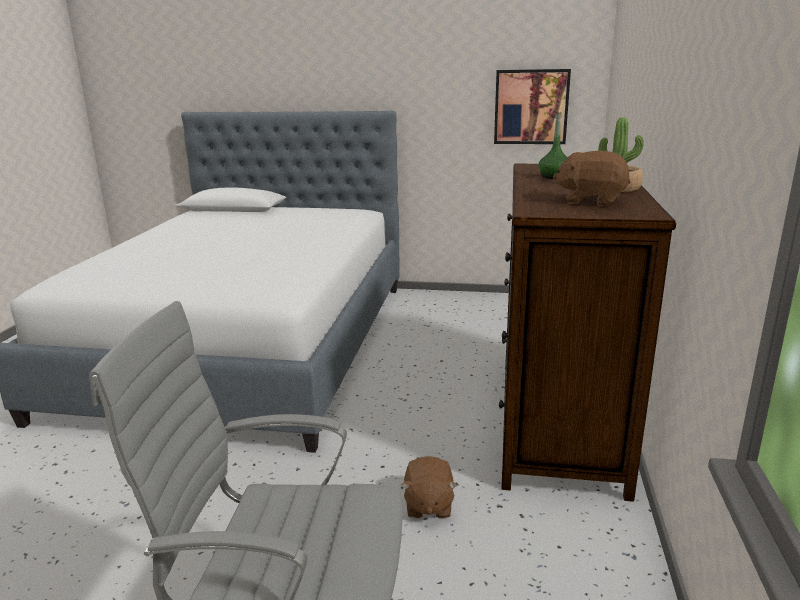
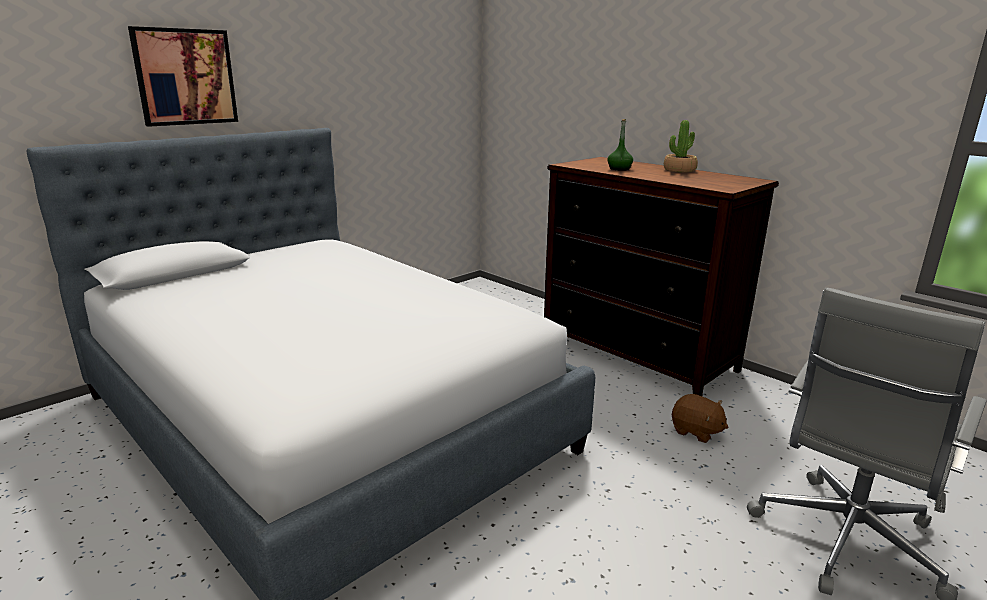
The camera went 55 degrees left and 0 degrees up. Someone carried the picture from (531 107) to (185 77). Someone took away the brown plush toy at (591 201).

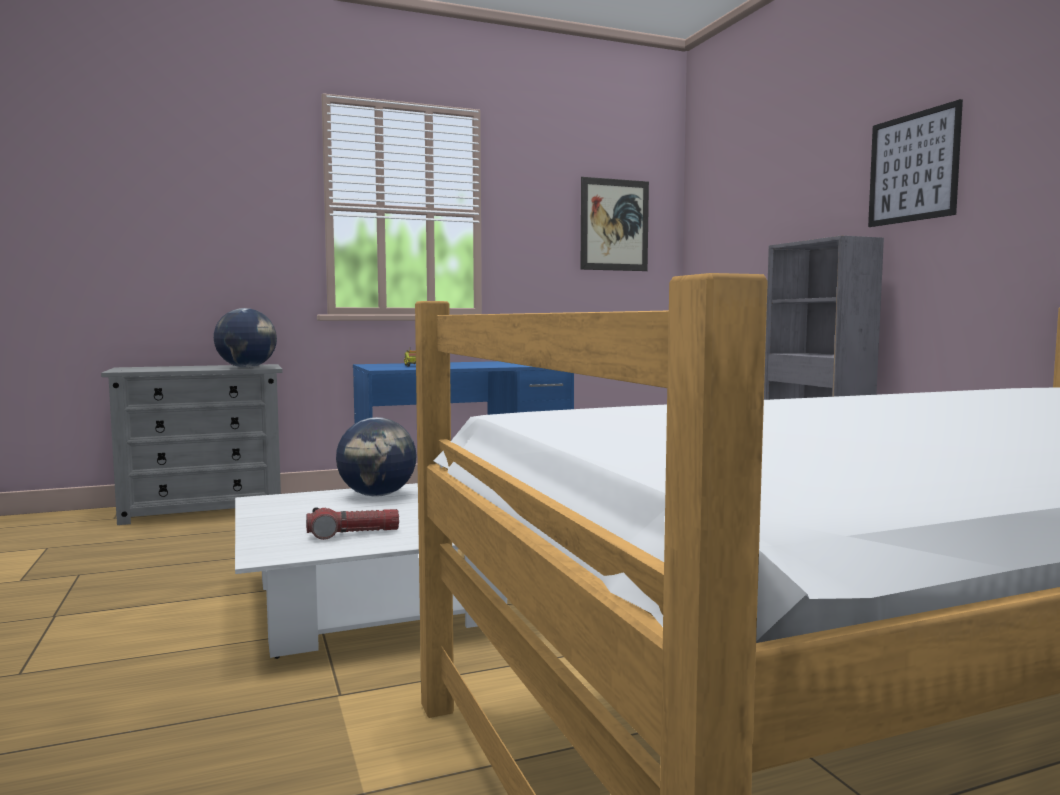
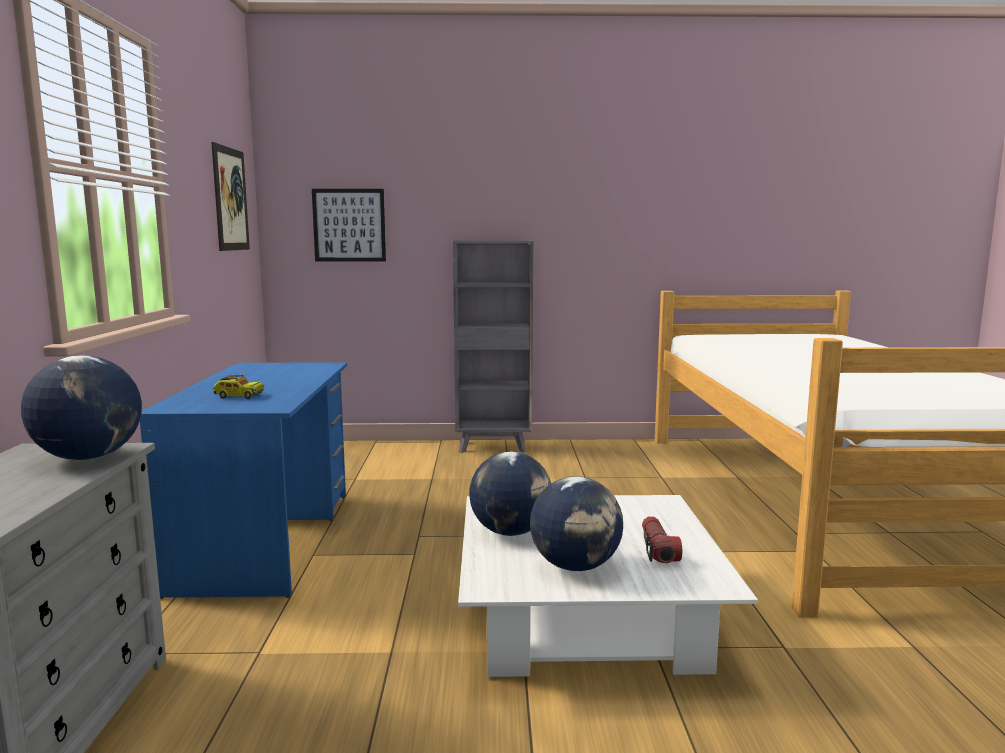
The camera went 70 degrees left and 5 degrees up. Someone carried the picture from (913 167) to (349 225). Someone put down the globe at (576 566).

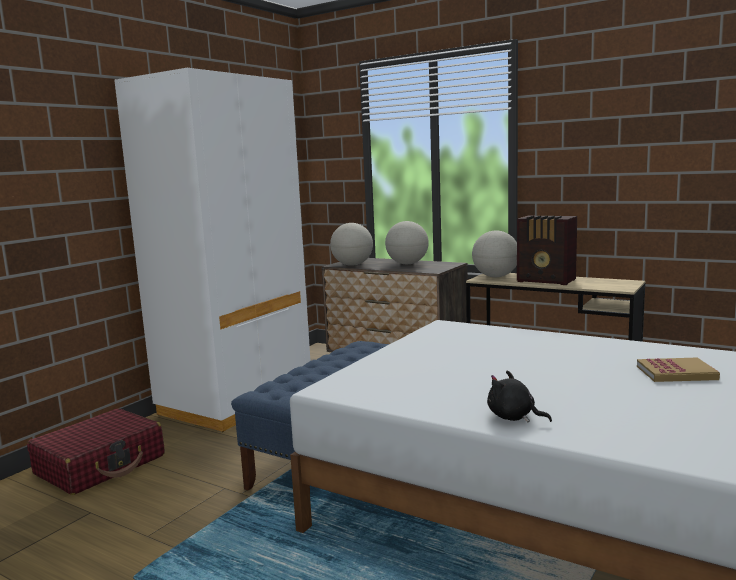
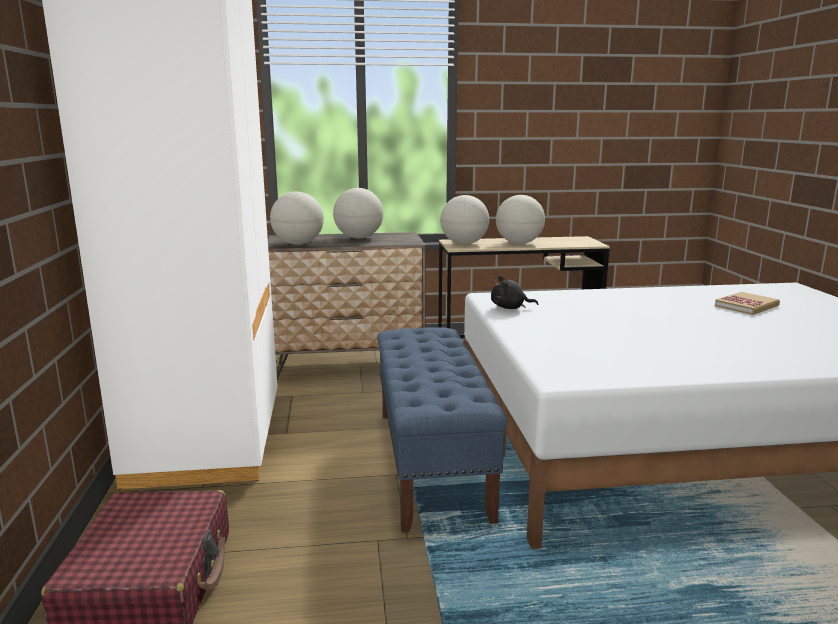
The camera went 40 degrees left and 5 degrees up. Someone swapped the radio at (547 281) for the globe at (519 243). Someone carried the black plush toy from (513 417) to (510 308).

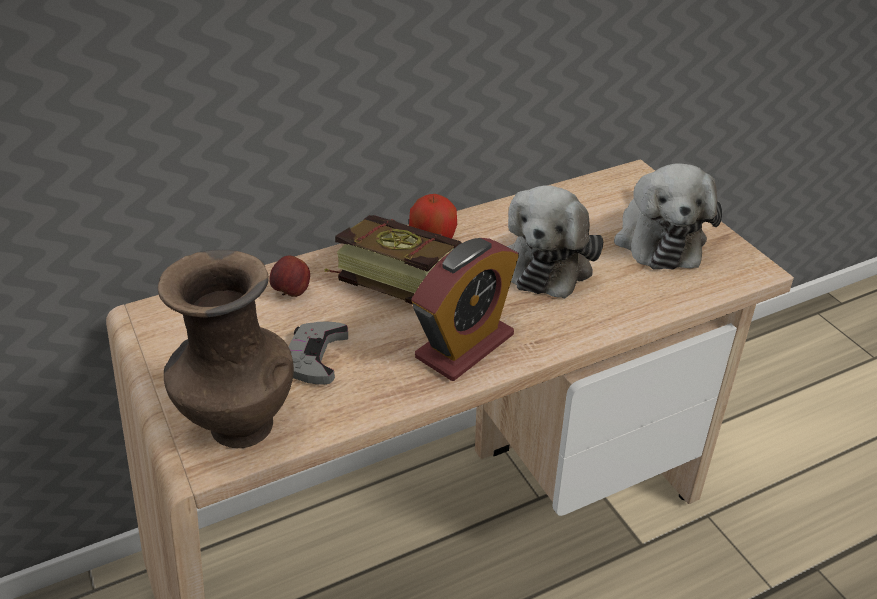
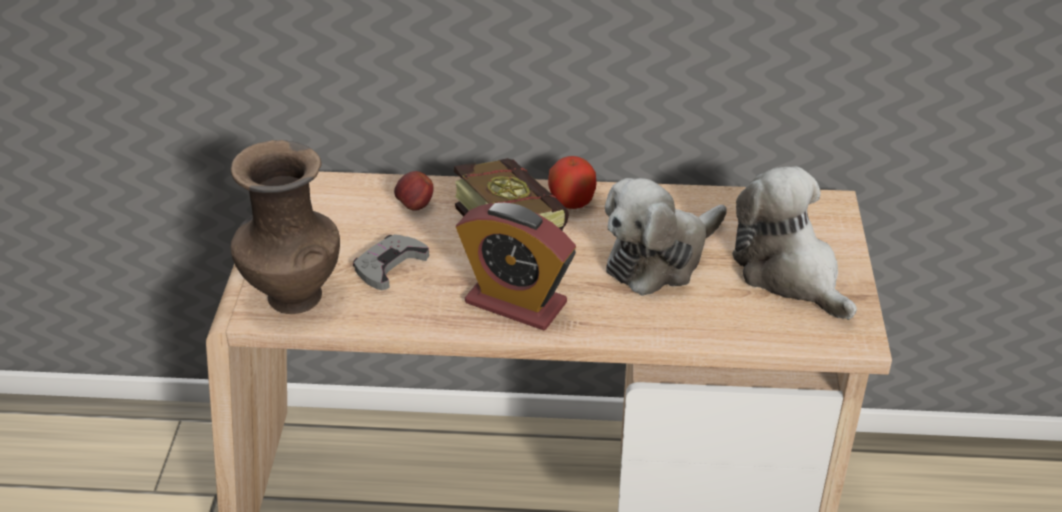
The camera went 30 degrees right and 0 degrees up. Someone rotated the plush toy at (658 237) by 120 degrees clockwise. Someone rotated the alarm clock at (464 346) by 45 degrees clockwise.

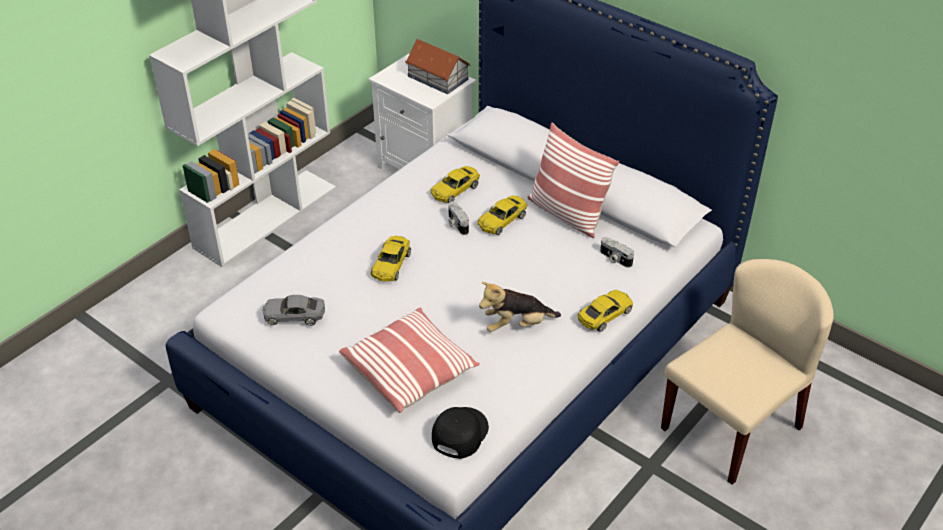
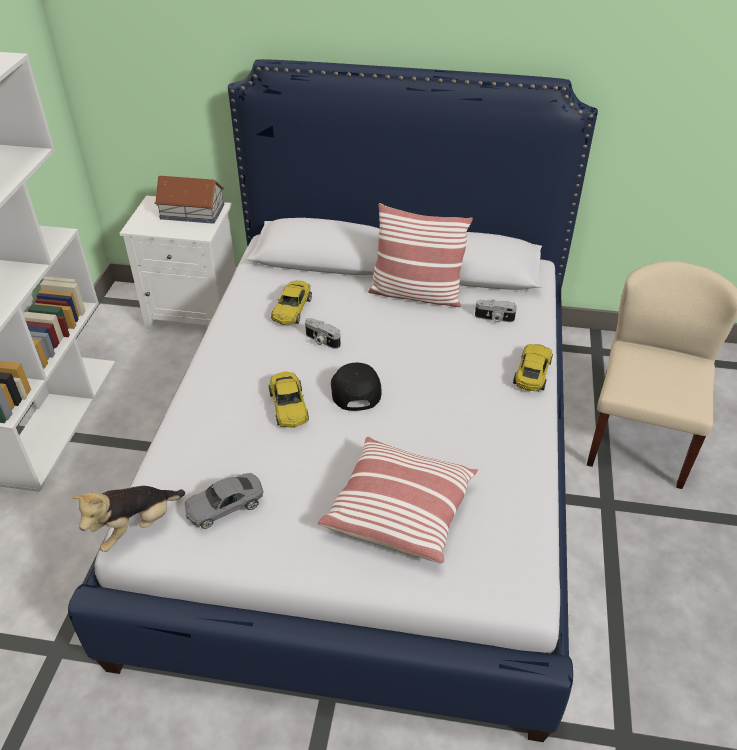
The camera went 30 degrees left and 0 degrees up. Someone took away the yellow toy car at (502 220). Someone carried the plush toy from (516 325) to (136 527). Someone carried the black cap from (459 433) to (354 389).

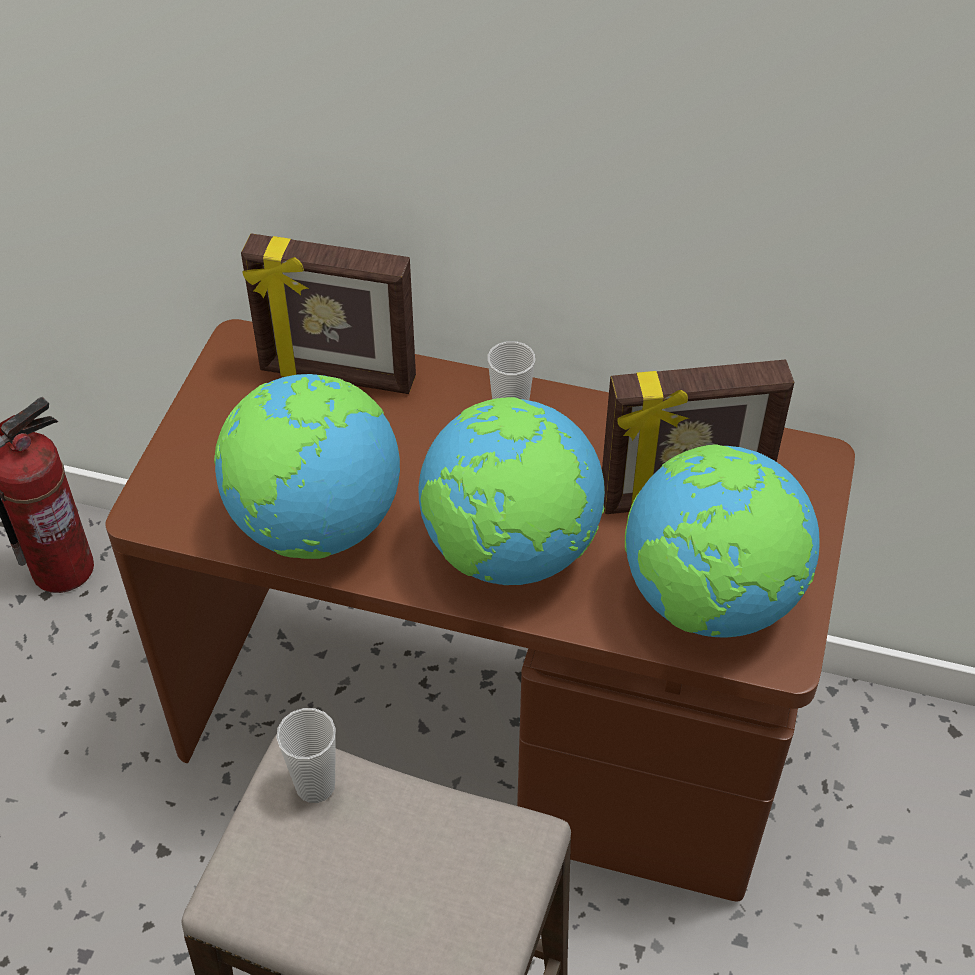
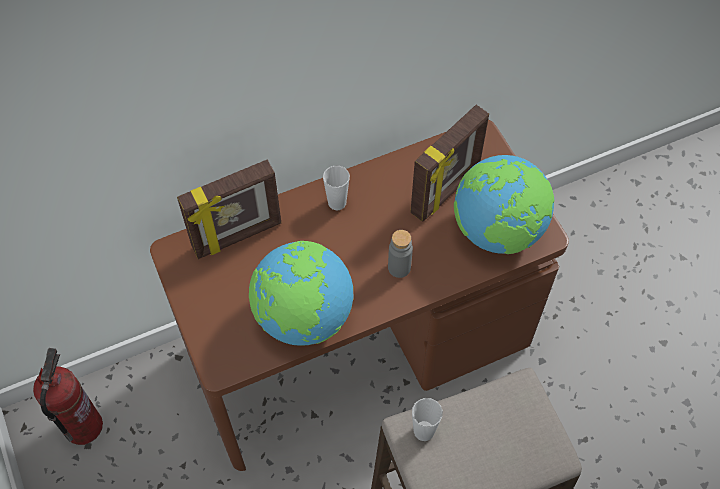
The camera went 40 degrees left and 10 degrees up. Someone swapped the globe at (509 551) for the grey bottle at (399 268).

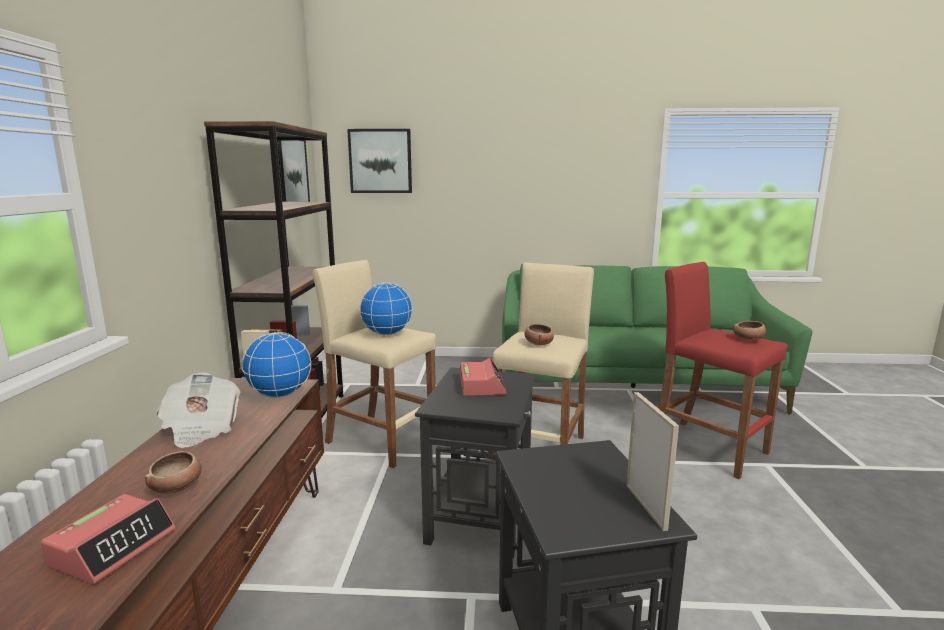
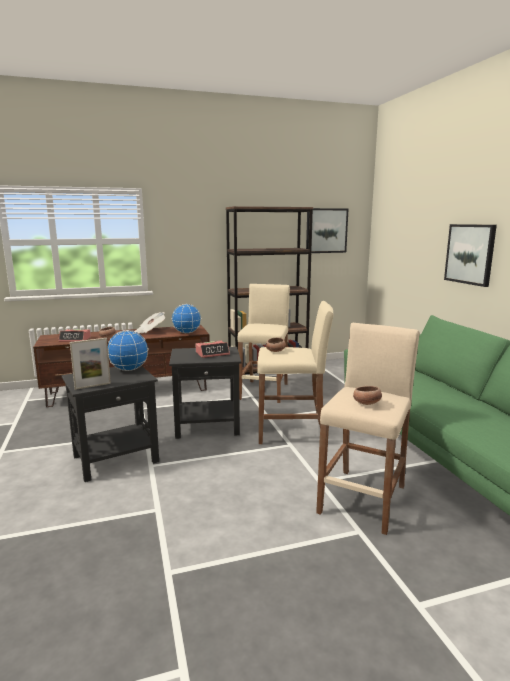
The camera went 70 degrees right and 0 degrees up. Someone carried the picture from (380 161) to (470 254). Someone repainted the red stool at (707 448), which became the beige stool at (363 499). Someone carried the globe from (387 334) to (128 369).

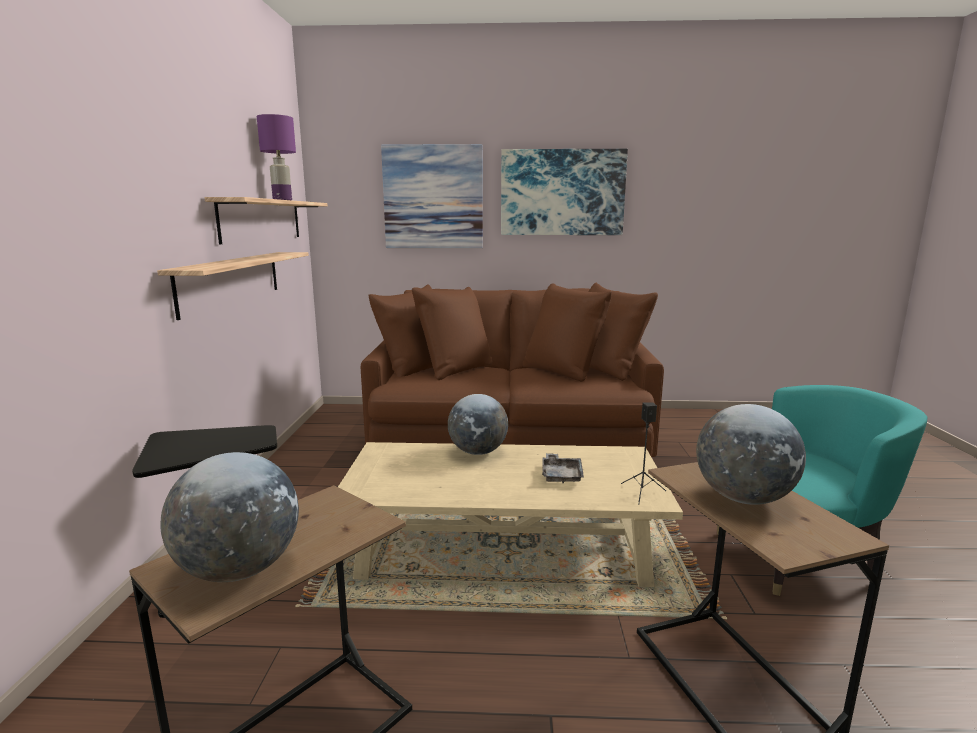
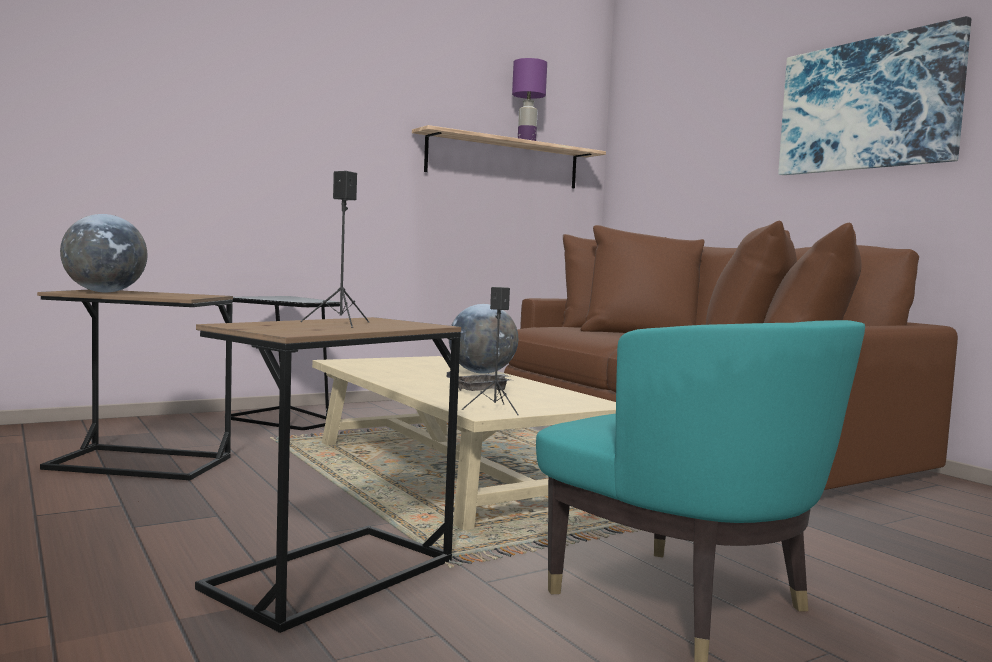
The camera went 55 degrees right and 10 degrees down. Someone took away the picture at (433 197). Someone took away the shelf at (232 281). Someone swapped the globe at (743 498) for the black speaker at (341 324).

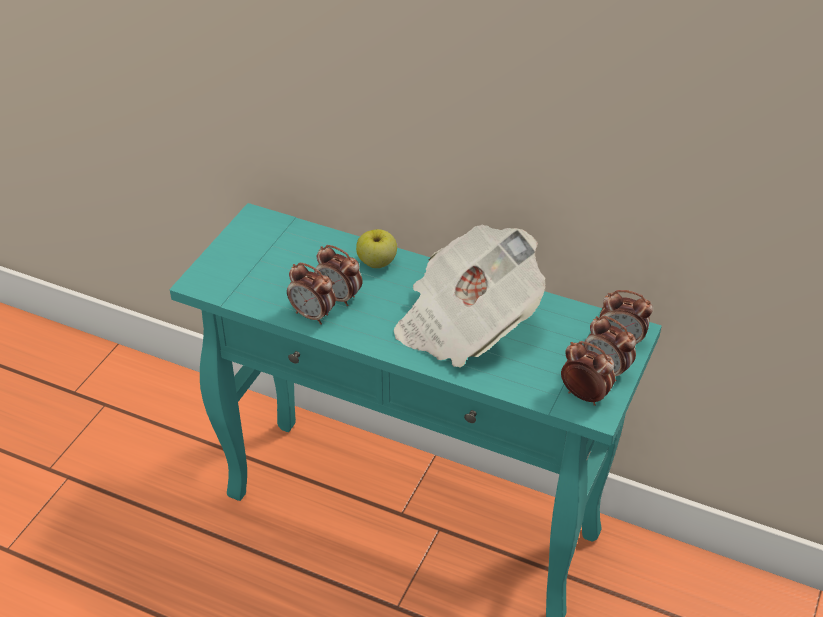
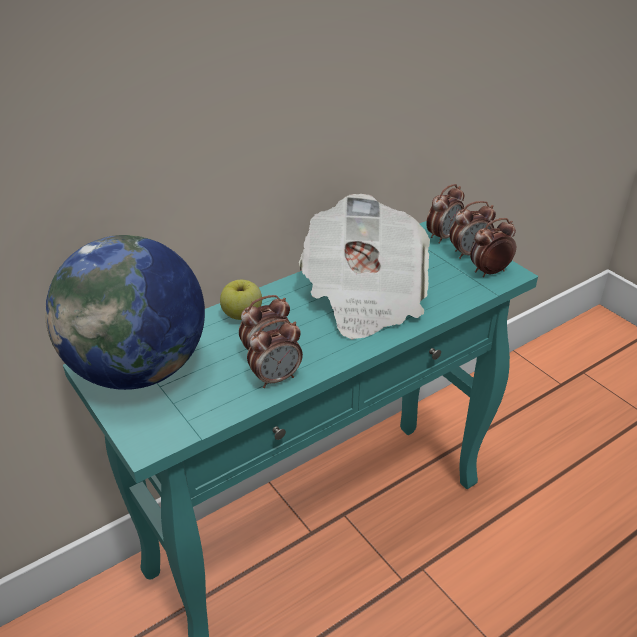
The camera went 60 degrees left and 5 degrees down. Someone put down the globe at (138 369).

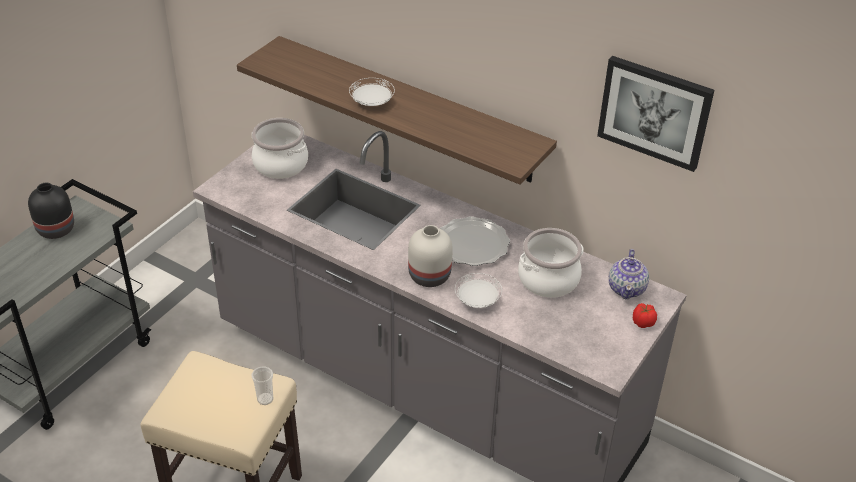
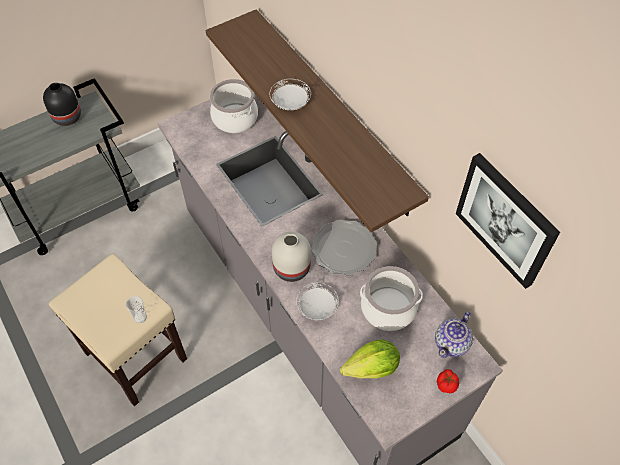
The camera went 25 degrees right and 15 degrees up. Someone put down the lettuce at (372 368).

